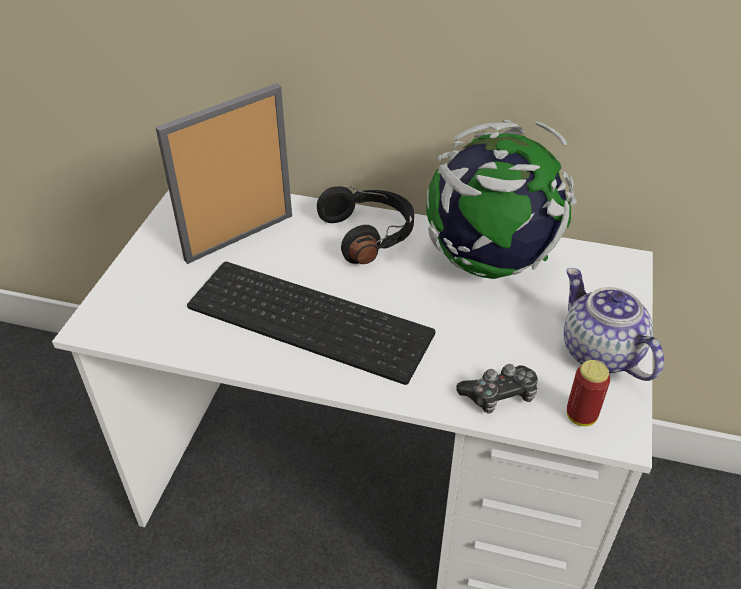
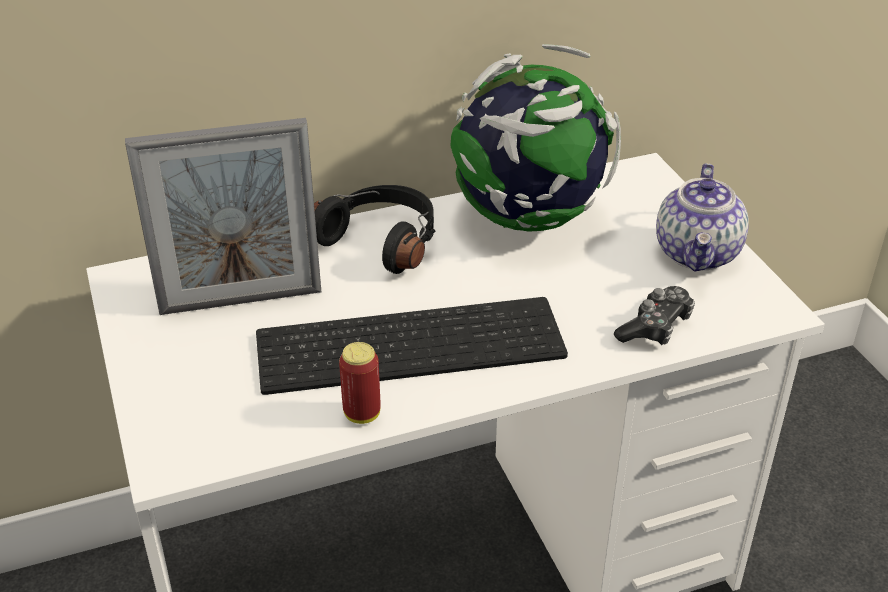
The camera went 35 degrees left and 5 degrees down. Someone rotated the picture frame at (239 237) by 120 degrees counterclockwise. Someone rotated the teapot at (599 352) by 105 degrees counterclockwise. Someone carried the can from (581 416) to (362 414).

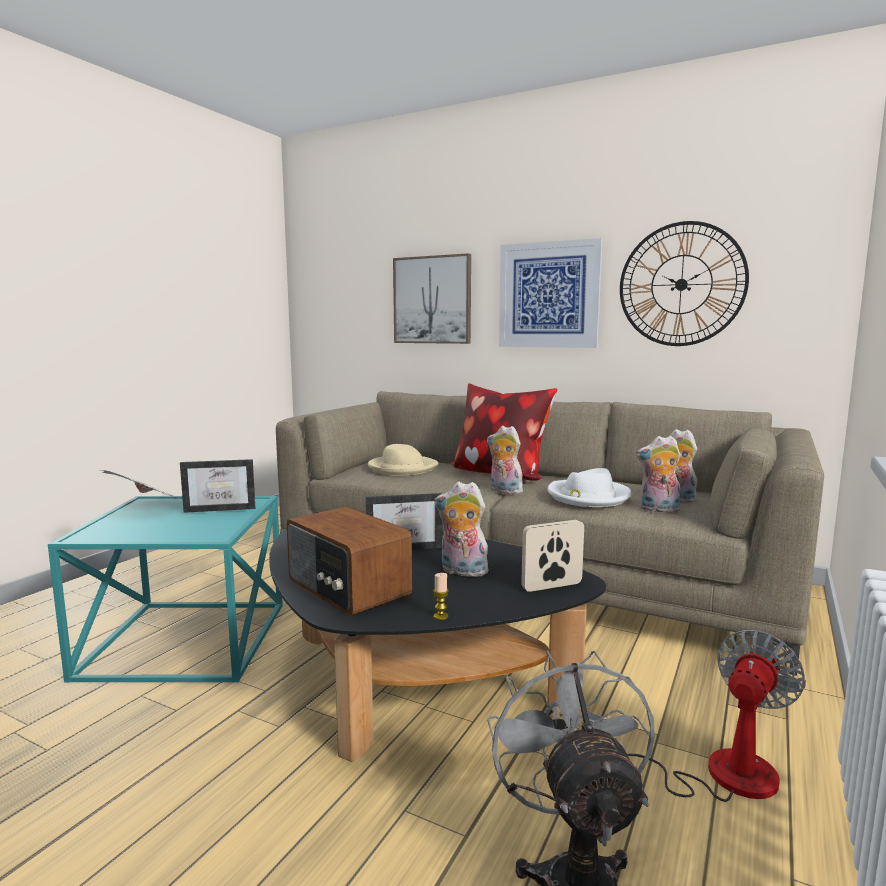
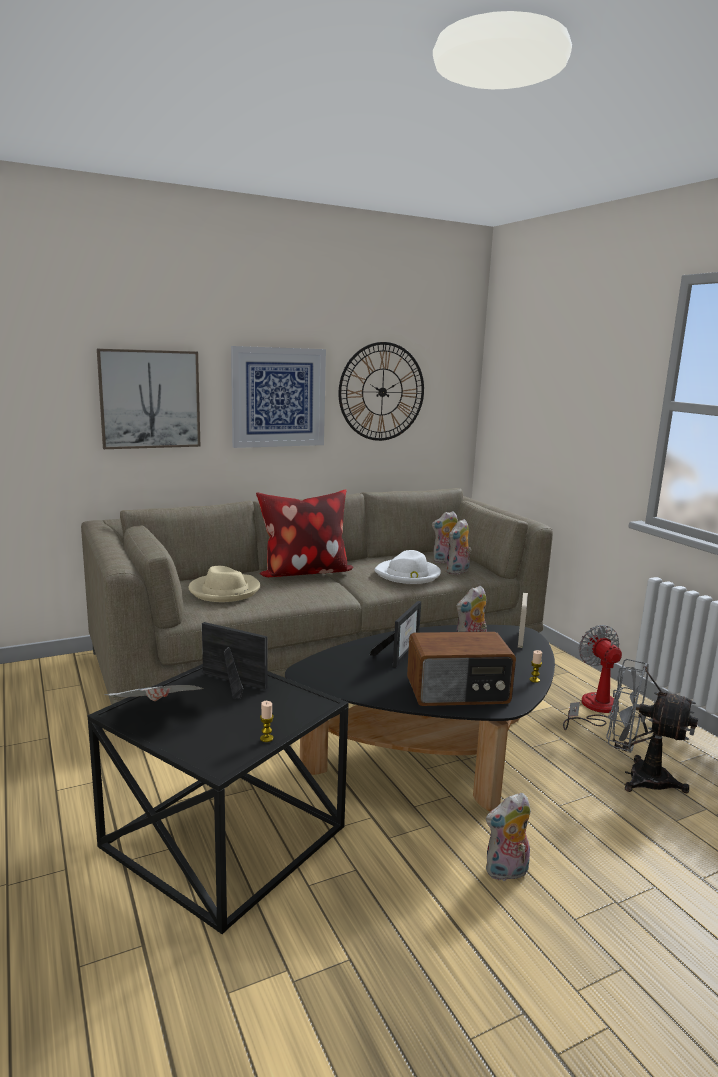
The camera went 55 degrees left and 5 degrees up. Someone carried the plush toy from (504 491) to (506 872). Someone rotated the picture frame at (222 508) by 90 degrees counterclockwise. Someone repainted the turquoise side table at (188 639), which became the black side table at (224 835). Someone put down the candle at (266 738).

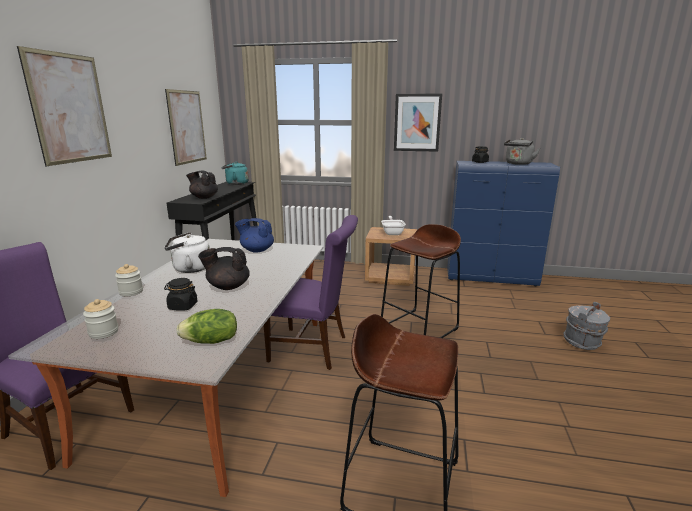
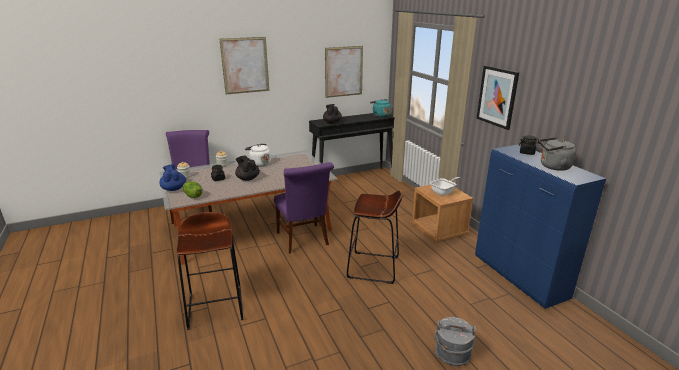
The camera went 55 degrees right and 5 degrees up. Someone carried the blue teapot from (256 250) to (174 188).

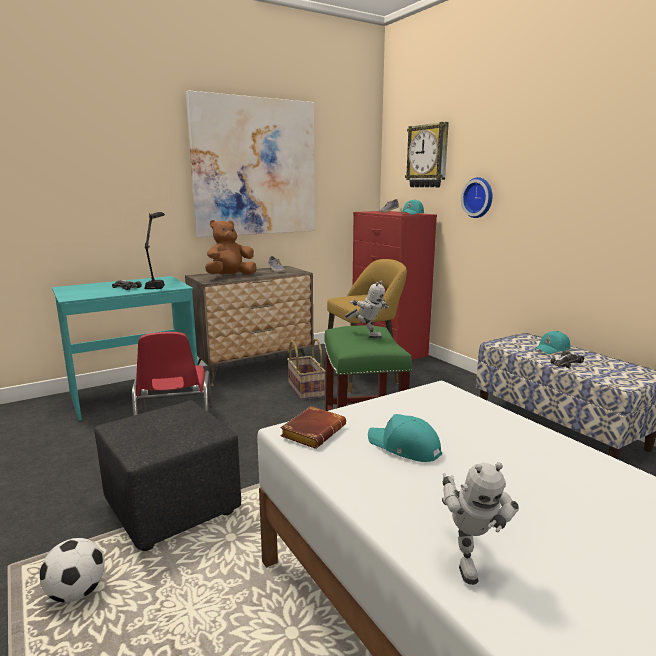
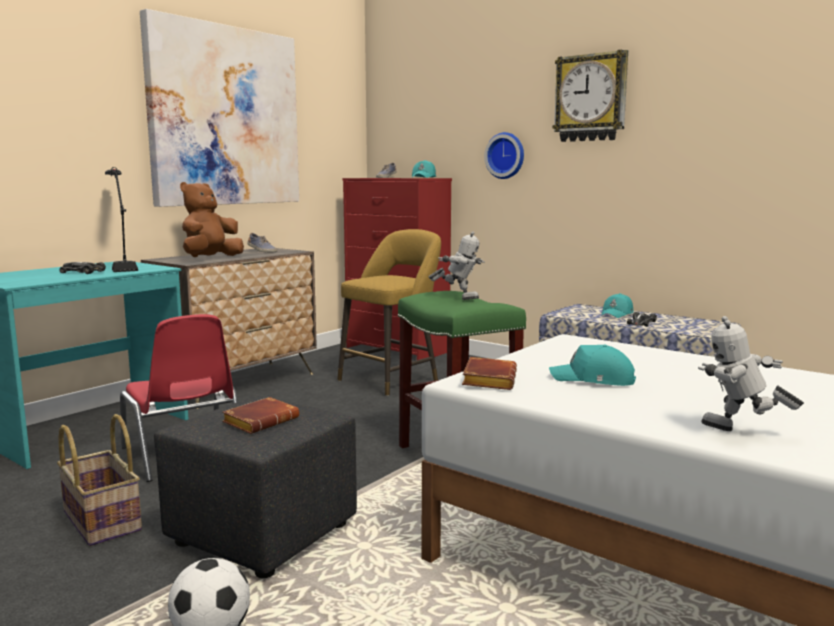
The camera went 20 degrees left and 5 degrees down. Someone carried the wall clock from (428 156) to (591 98). Someone carried the basket from (305 389) to (100 521). Someone rotated the toy robot at (468 558) by 135 degrees clockwise. Someone put down the brown book at (261 421).

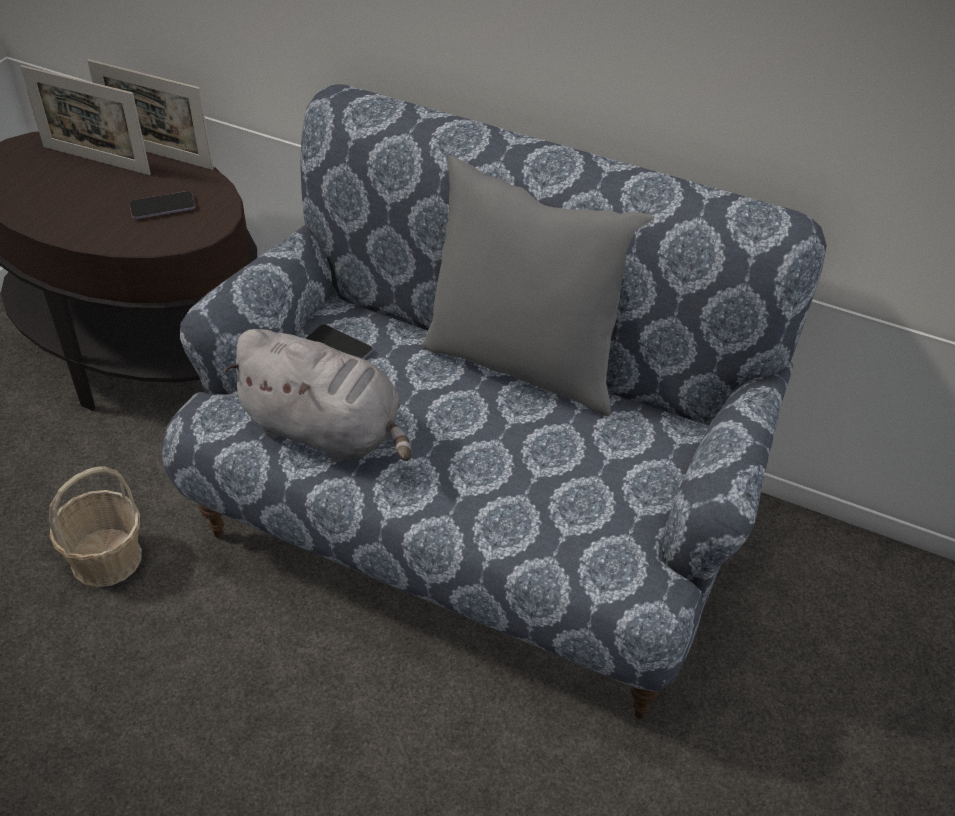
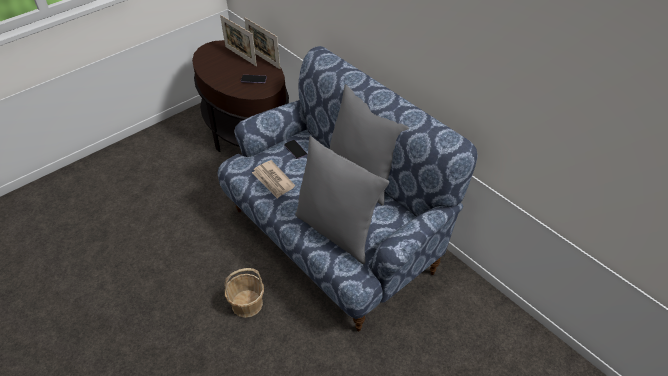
The camera went 25 degrees right and 0 degrees up. Someone swapped the grey plush toy at (327 432) for the newspaper at (273 181). Someone carried the basket from (105 559) to (247 304). Someone put down the grey pillow at (337 231).

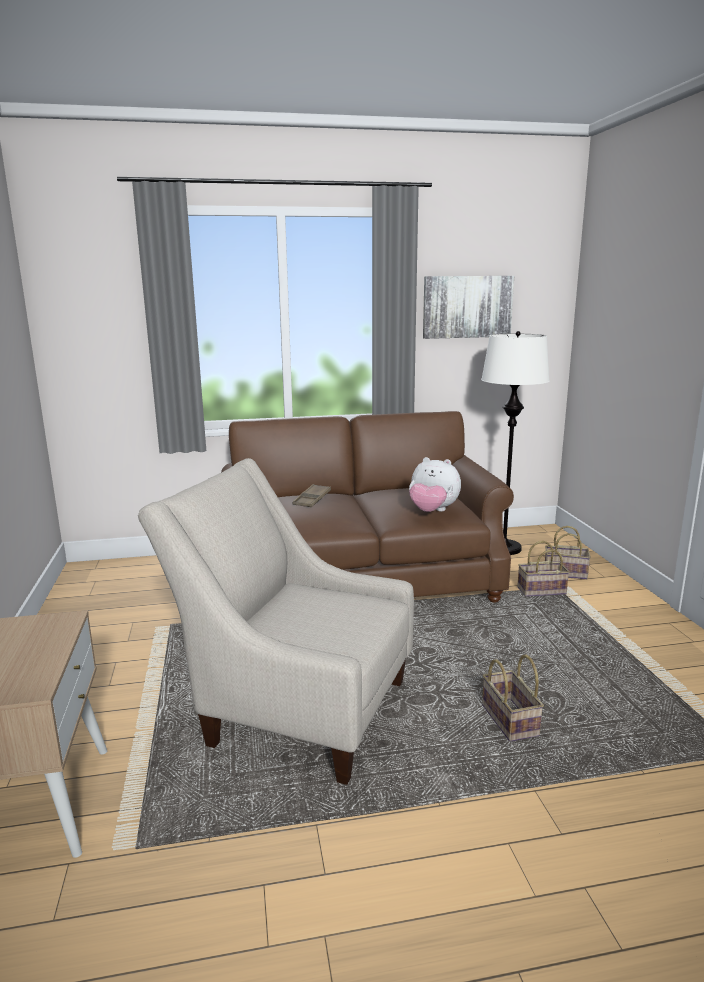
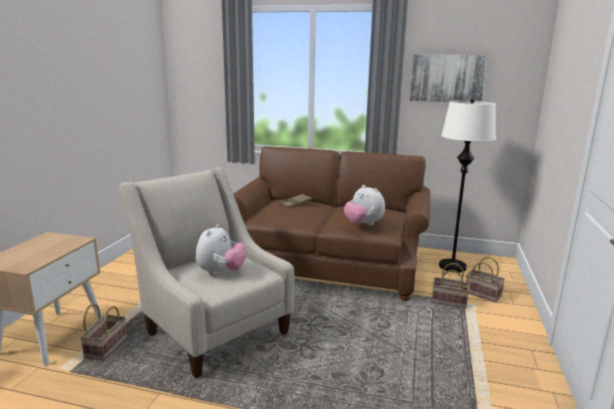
The camera went 25 degrees right and 0 degrees up. Someone carried the basket from (507 719) to (106 347). Someone put down the plush toy at (221 272).

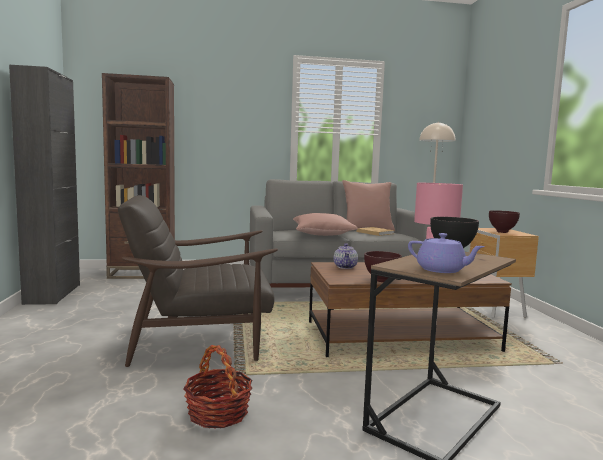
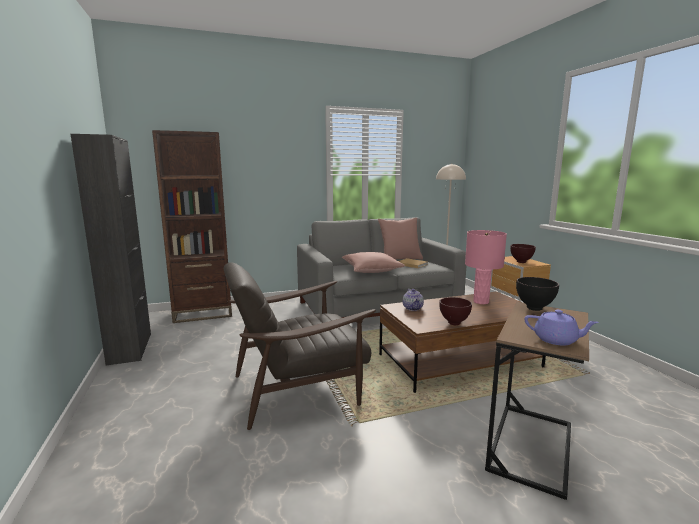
The camera went 10 degrees left and 5 degrees up. Someone took away the basket at (218 413).

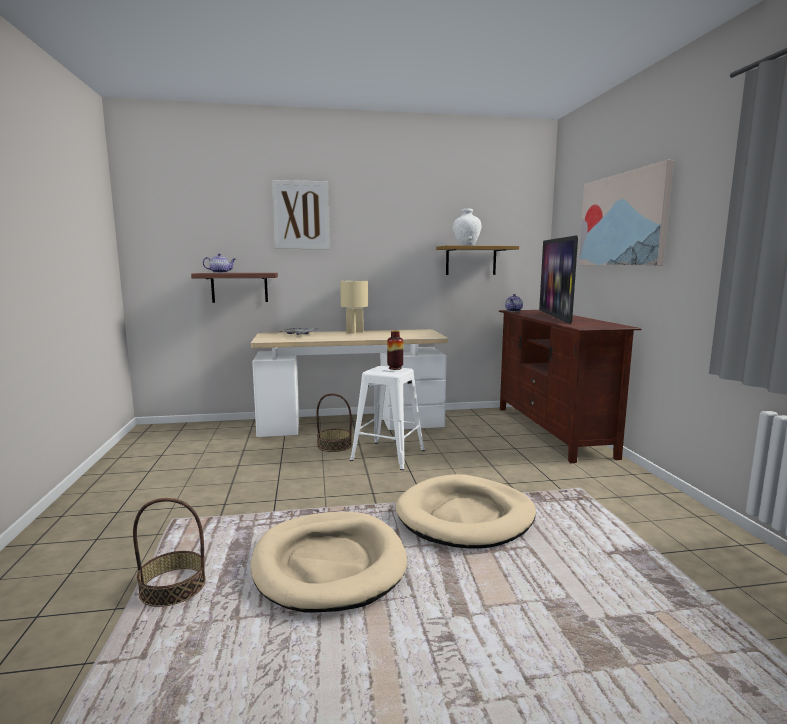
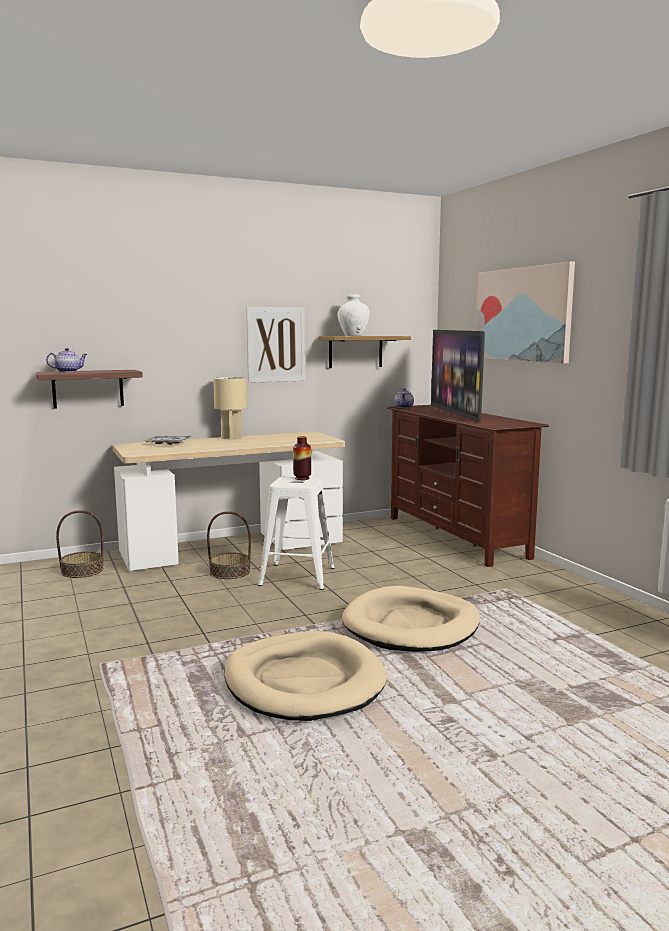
The camera went 15 degrees left and 0 degrees up. Someone carried the picture from (301 215) to (276 344). Someone carried the basket from (173 587) to (82 571).

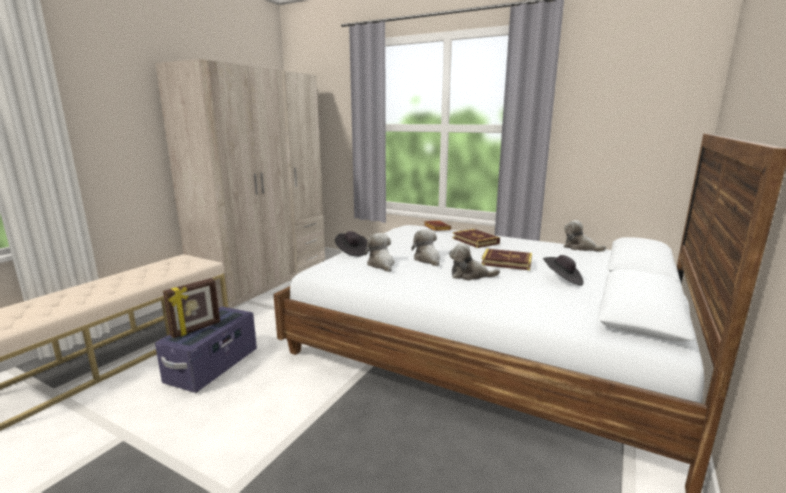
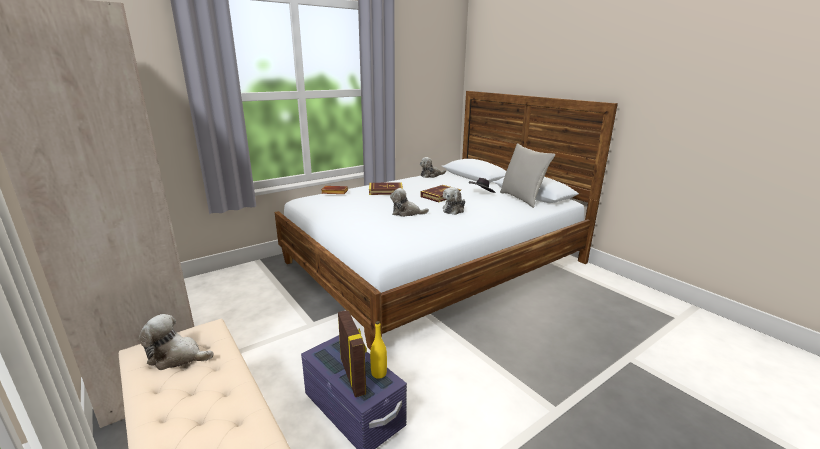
The camera went 65 degrees left and 5 degrees up. Someone took away the black hat at (351 252). Someone carried the plush toy from (381 265) to (177 357). Someone put down the grey pillow at (522 199). Someone put down the yellow bottle at (379 373).

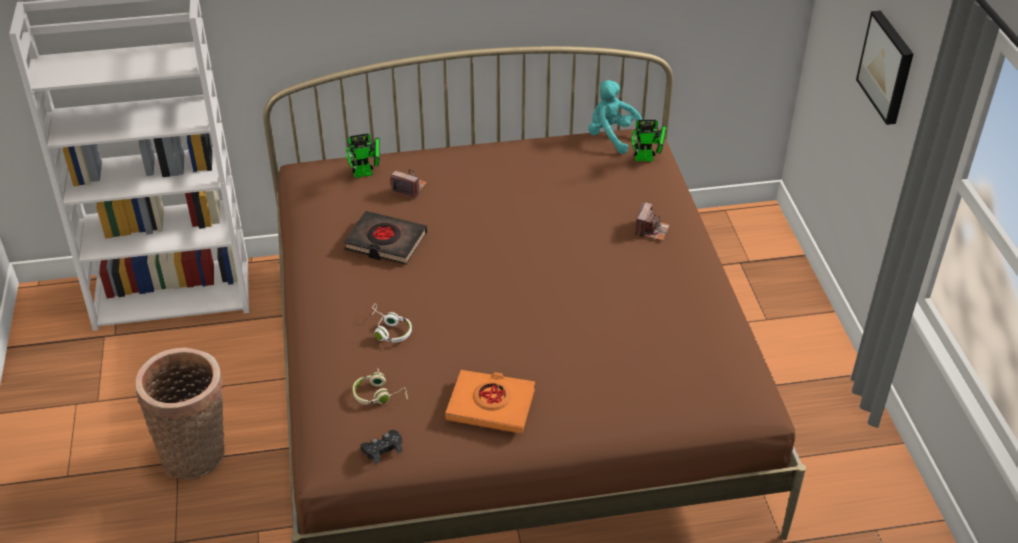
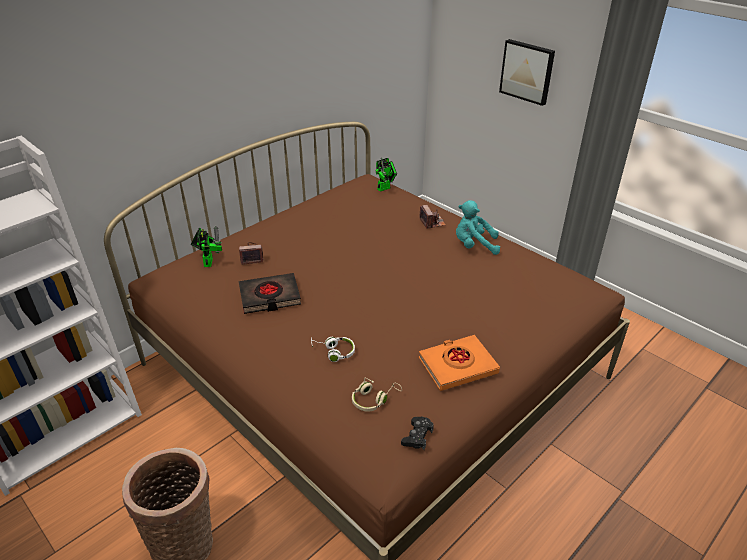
The camera went 35 degrees left and 5 degrees down. Someone carried the turquoise plush toy from (612 137) to (474 246). Someone rotated the toy robot at (366 173) by 45 degrees counterclockwise.

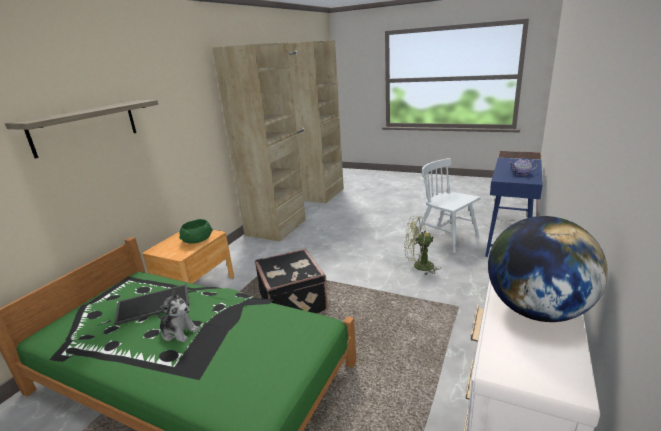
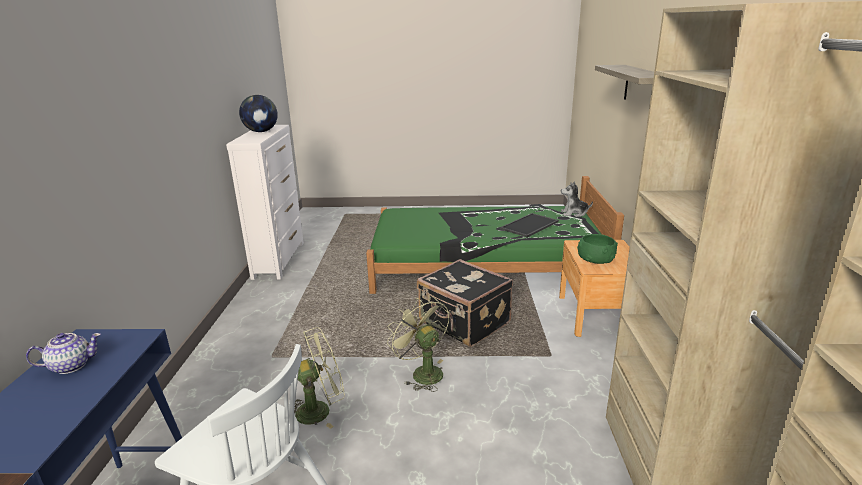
The camera went 155 degrees right and 0 degrees up. Someone carried the plush toy from (179 331) to (574 213). Someone put down the green fan at (422 372).

